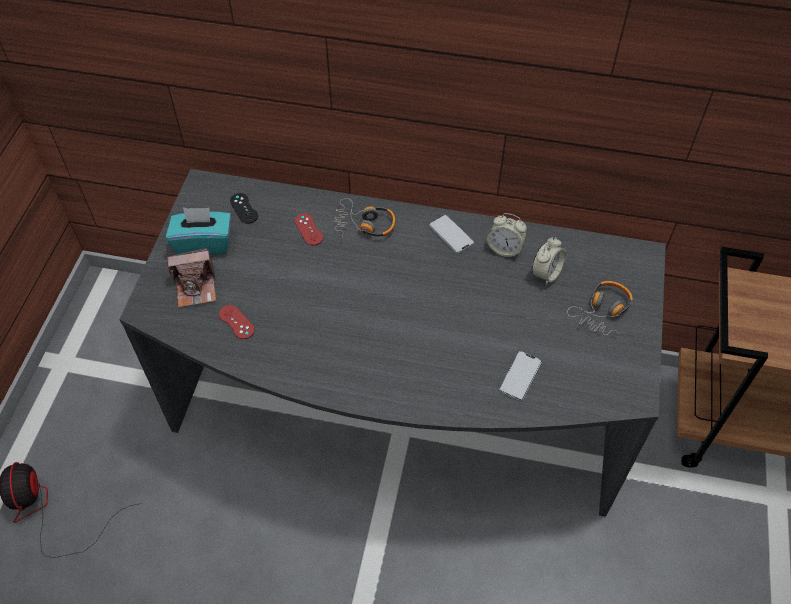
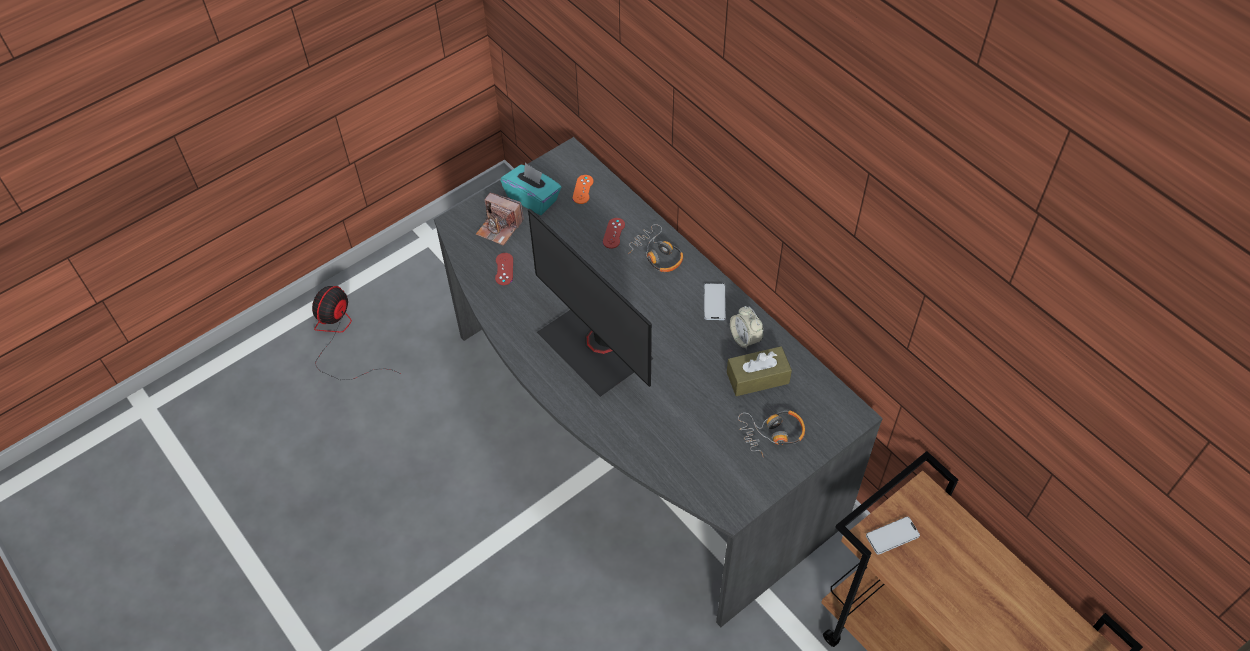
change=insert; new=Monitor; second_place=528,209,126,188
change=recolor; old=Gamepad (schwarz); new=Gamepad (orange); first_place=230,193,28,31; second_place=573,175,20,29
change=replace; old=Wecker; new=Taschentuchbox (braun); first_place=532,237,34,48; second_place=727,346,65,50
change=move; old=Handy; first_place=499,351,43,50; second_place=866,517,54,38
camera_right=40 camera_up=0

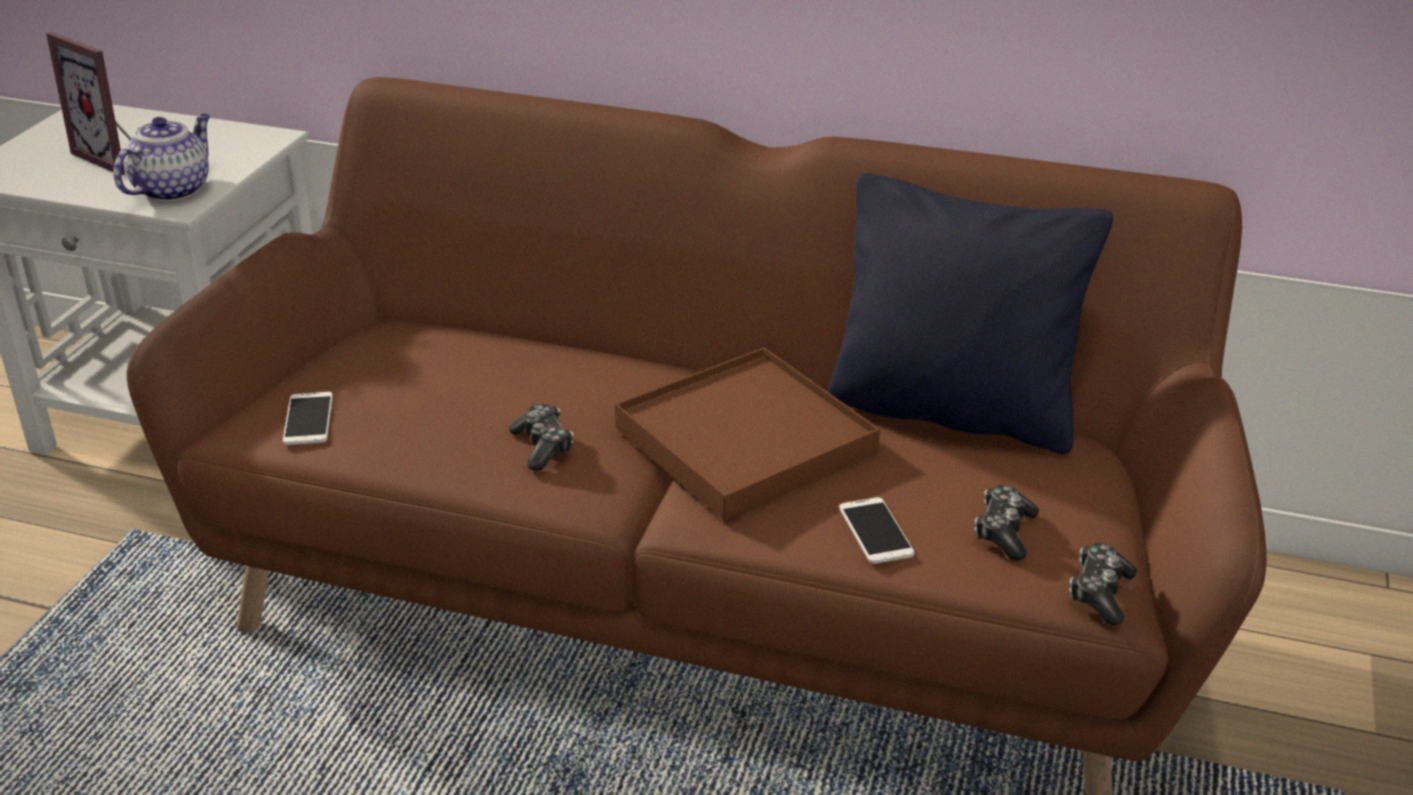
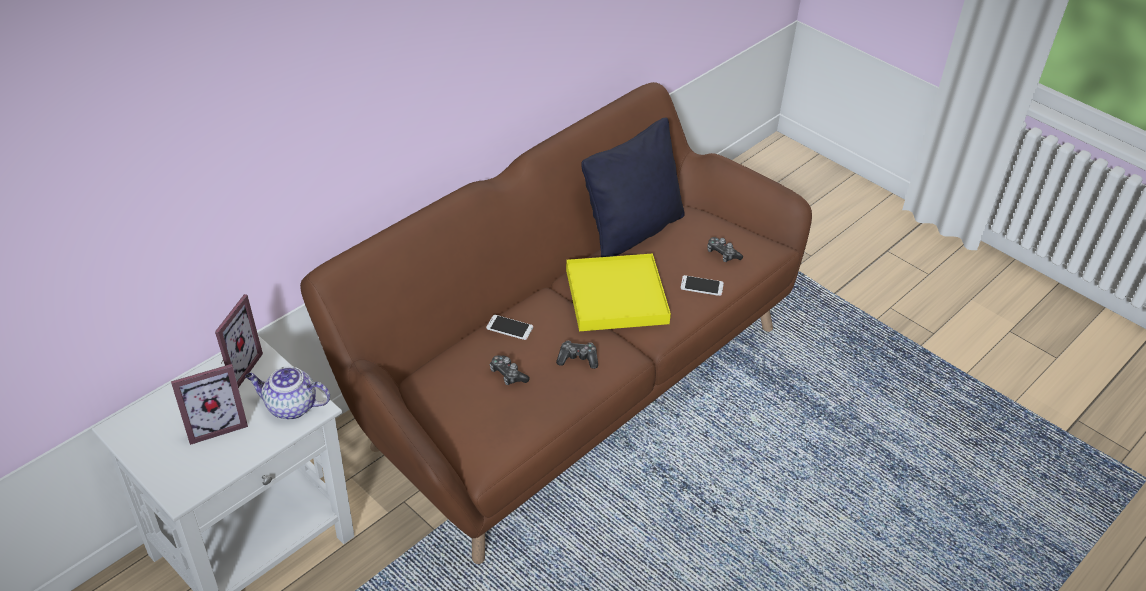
change=insert; new=Bilderrahmen; second_place=215,294,48,94
change=rotate; old=Teekanne; first_place=113,114,97,88; second_place=245,366,85,54; degrees=-45
change=move; old=Handy; first_place=283,392,50,53; second_place=486,315,47,25
change=move; old=Gamepad; first_place=1069,543,68,82; second_place=490,355,40,30
change=recolor; old=Tablett (braun); new=Tablett (gelb); first_place=615,347,265,174; second_place=566,254,105,77
camera_right=-65 camera_up=10

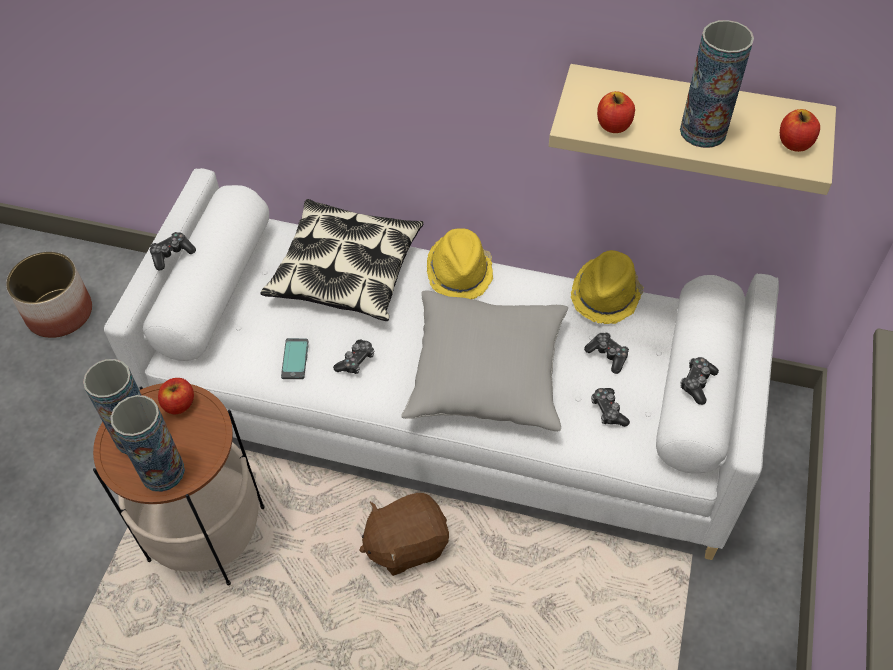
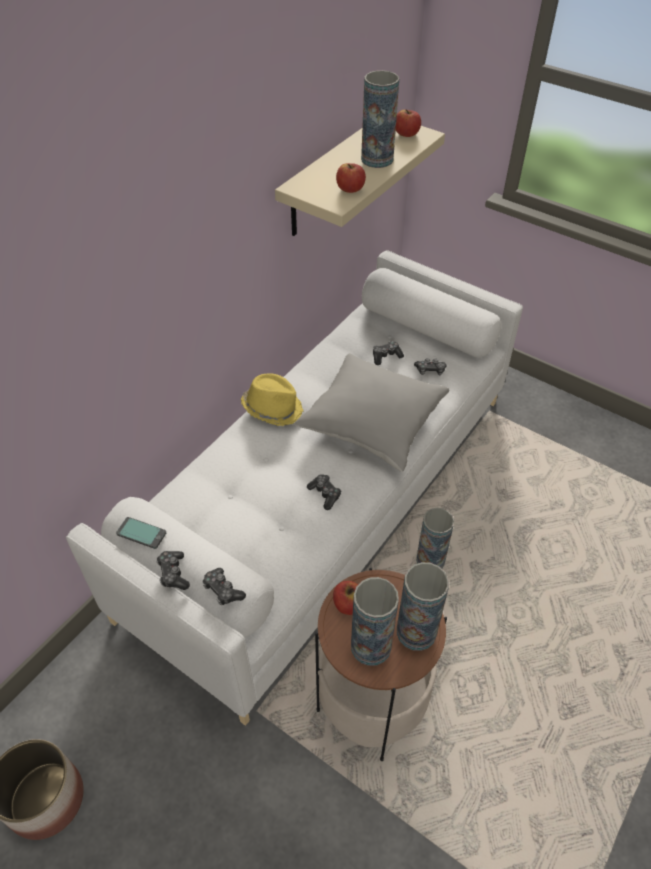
change=move; old=Handy; first_place=281,338,28,41; second_place=116,517,50,32
change=move; old=Gamepad; first_place=680,357,39,48; second_place=202,568,44,37
change=replace; old=Plüschtier (braun); new=Vase; first_place=359,493,90,83; second_place=416,508,38,61
change=delete; old=Kissen; first_place=260,199,164,122
change=delete; old=Hut (gelb); first_place=571,250,73,74
camera_right=-70 camera_up=-5

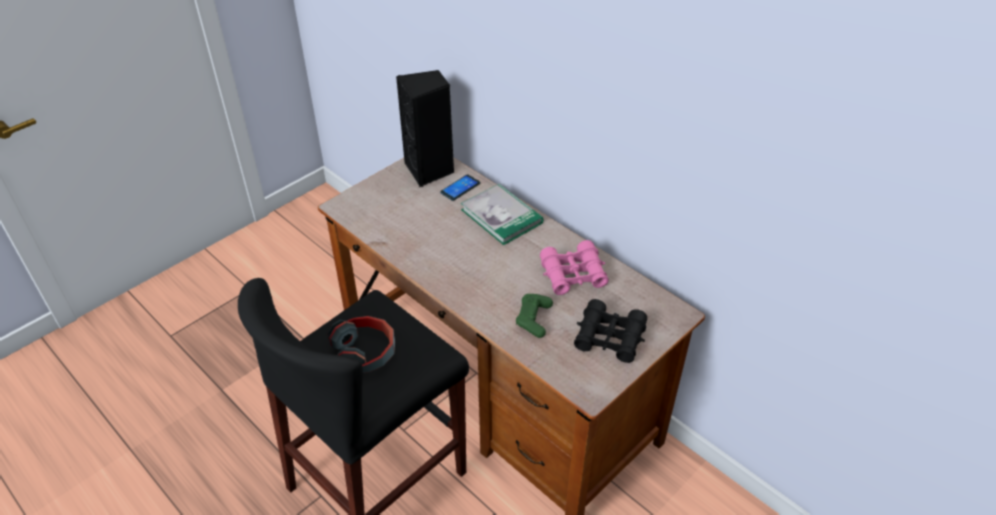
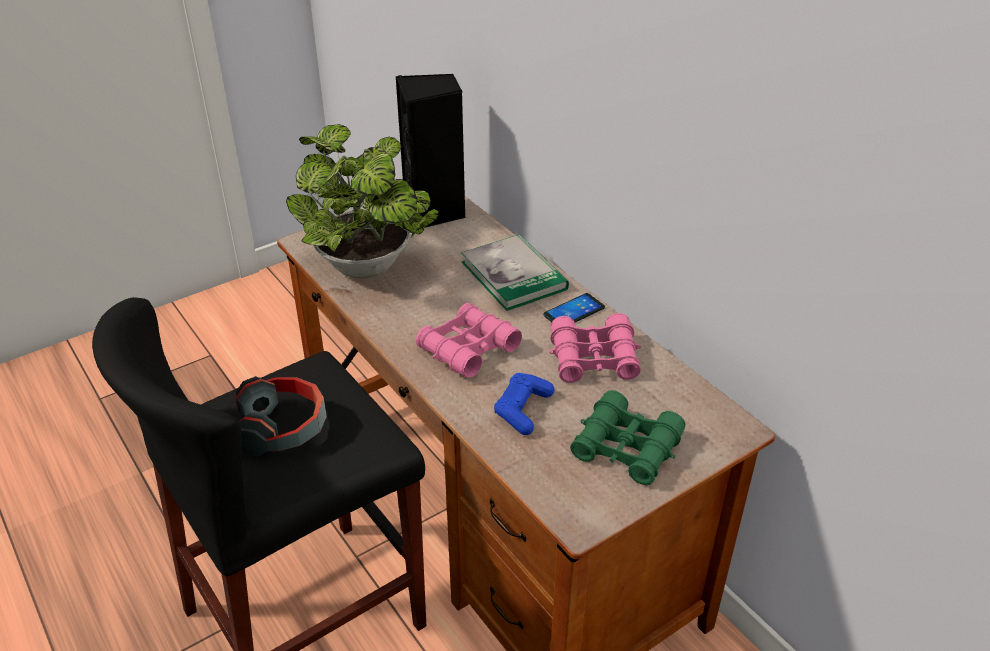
change=insert; new=Topfpflanze; second_place=286,124,153,155
change=insert; new=Fernglas (rosa); second_place=416,303,106,75
change=recolor; old=Gamepad (grün); new=Gamepad (blau); first_place=516,294,37,44; second_place=494,373,60,62
change=move; old=Handy; first_place=440,174,40,27; second_place=543,293,62,29
change=recolor; old=Fernglas (schwarz); new=Fernglas (grün); first_place=574,299,73,64; second_place=570,390,115,95
camera_right=10 camera_up=-5

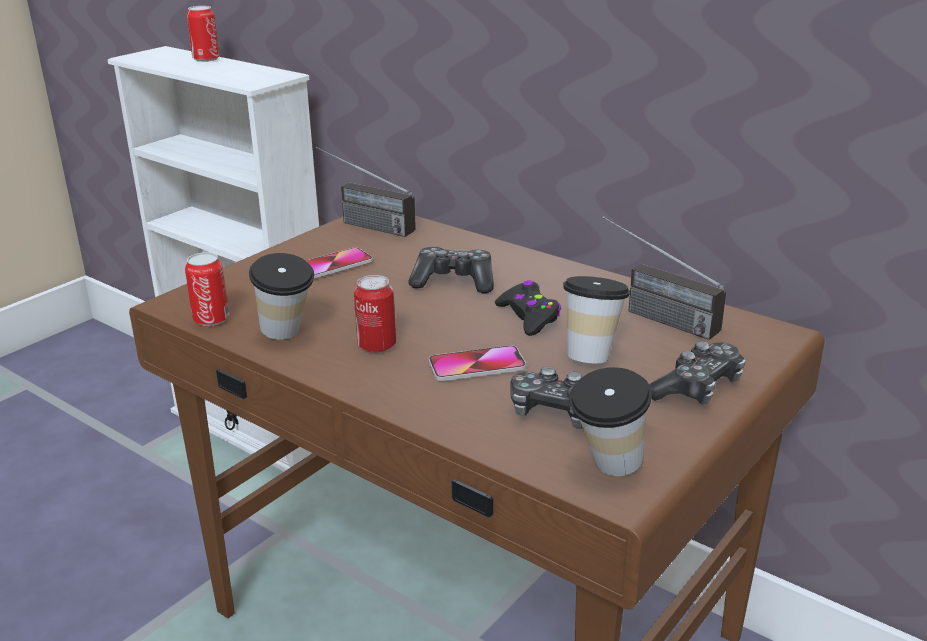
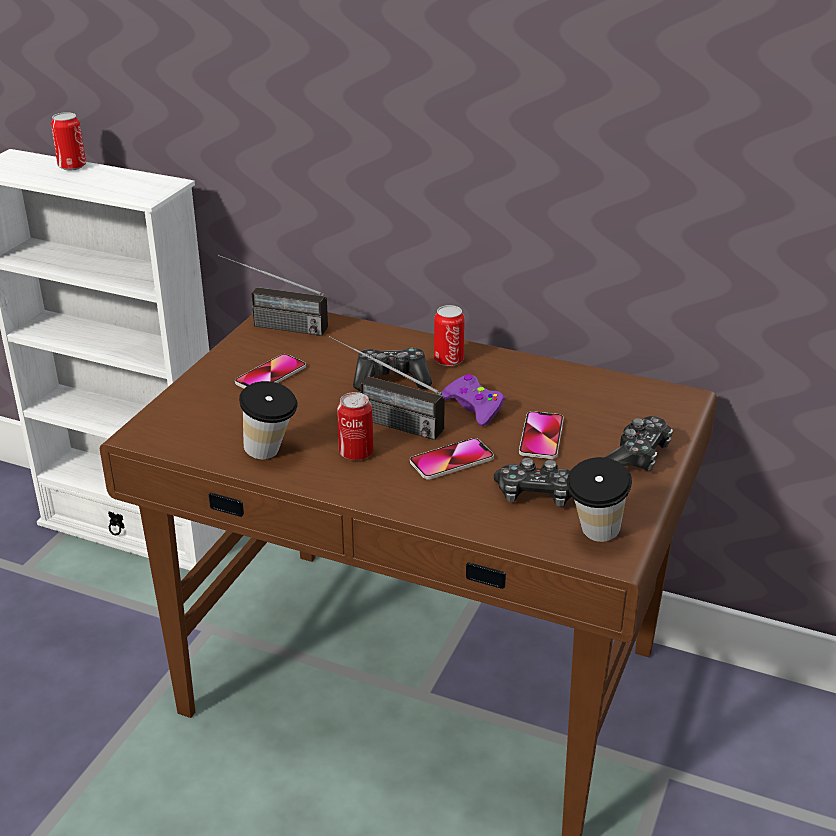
change=move; old=Radio; first_place=603,216,123,124; second_place=329,336,116,104
change=move; old=Dose; first_place=185,252,44,74; second_place=434,305,31,61
change=recolor; old=Gamepad (schwarz); new=Gamepad (lila); first_place=495,280,66,56; second_place=442,374,63,52
change=replace; old=Tasse; new=Handy; first_place=563,276,67,87; second_place=519,411,45,48
camera_right=-15 camera_up=5

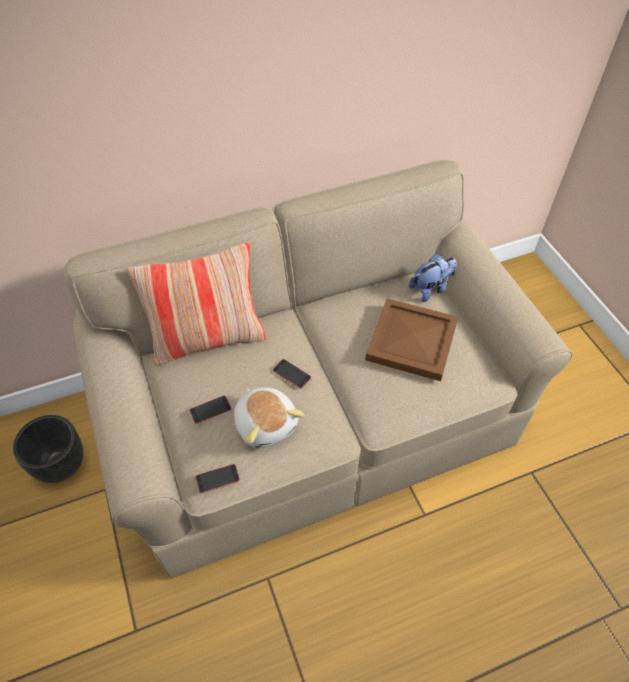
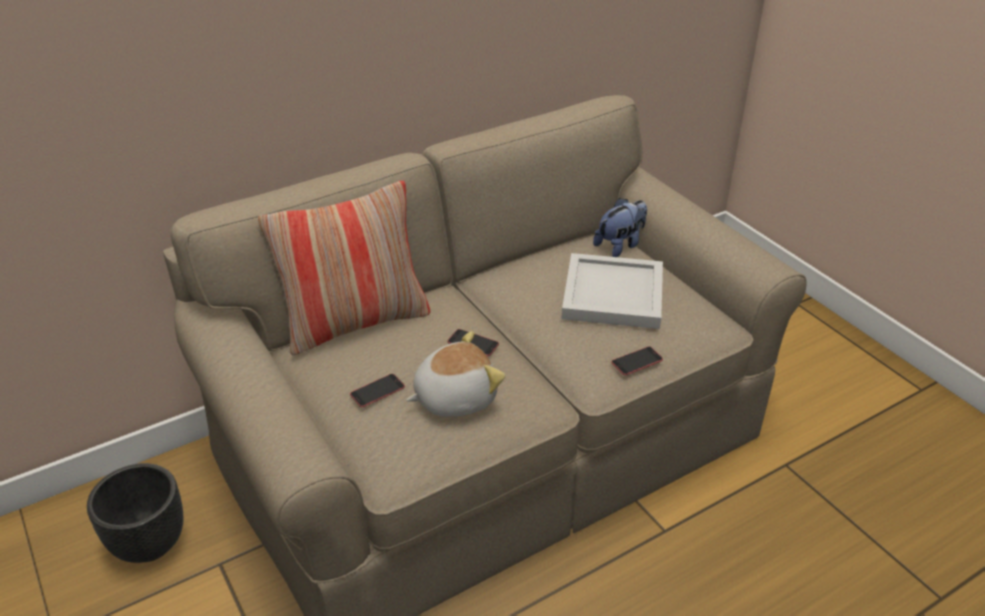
change=rotate; old=Plüschtier; first_place=234,387,70,61; second_place=406,331,99,86; degrees=-75
change=recolor; old=Tablett (braun); new=Tablett (weiß); first_place=365,298,93,83; second_place=561,253,102,76
change=move; old=Handy; first_place=196,464,44,29; second_place=611,346,52,29
camera_right=-10 camera_up=-15

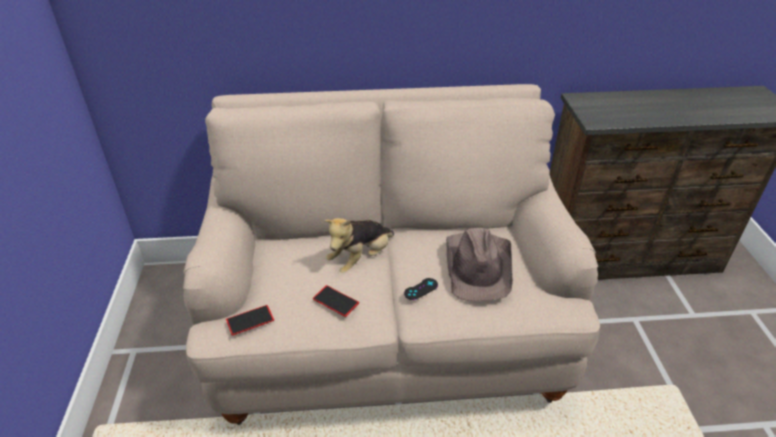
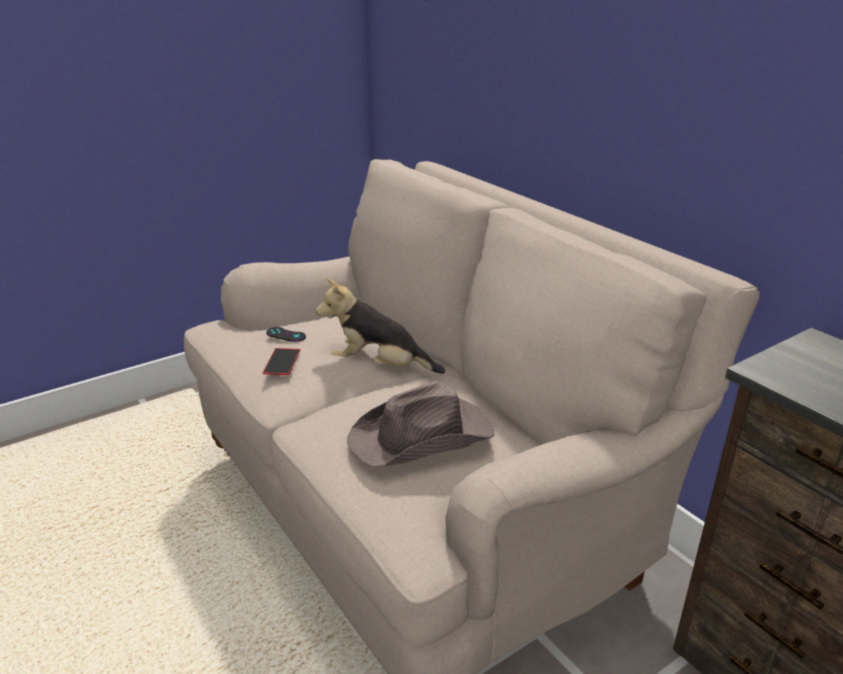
change=move; old=Gamepad (schwarz); first_place=404,278,34,22; second_place=266,327,40,15
change=delete; old=Handy; first_place=226,305,48,30
camera_right=60 camera_up=-10

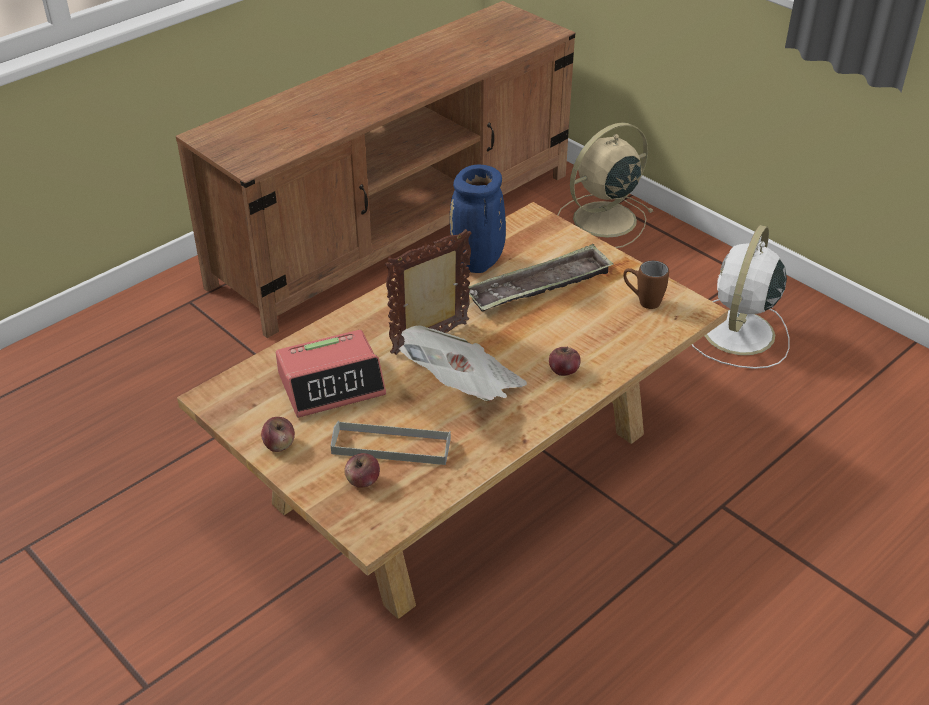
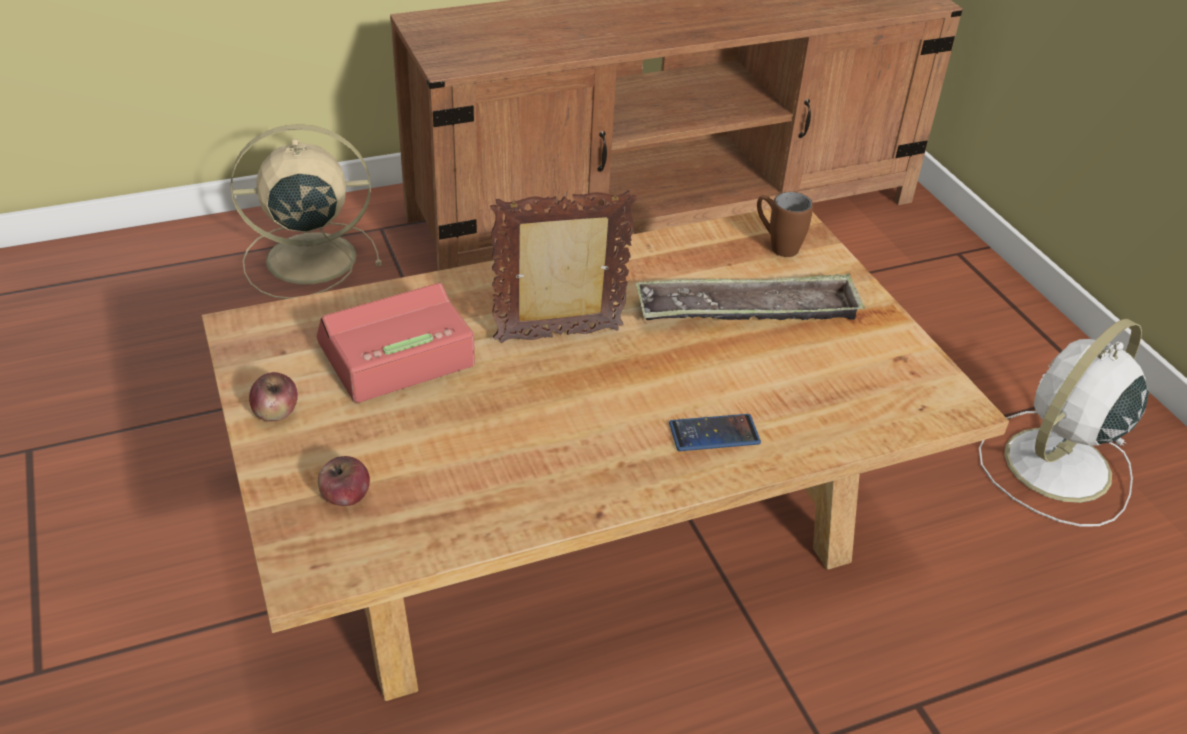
change=move; old=Ventilator (beige); first_place=558,122,96,126; second_place=231,124,151,175
change=rotate; old=Wecker; first_place=276,330,110,88; second_place=317,283,158,120; degrees=150
change=replace; old=Apfel; new=Handy; first_place=549,346,32,30; second_place=669,414,92,37
change=move; old=Henkelbecher (braun); first_place=623,260,46,49; second_place=757,192,56,65
change=delete; old=Tablett (grau); first_place=331,421,120,44
change=delete; old=Zeitung; first_place=399,325,128,76
change=delete; old=Vase (blau); first_place=450,165,56,108
camera_right=20 camera_up=0

